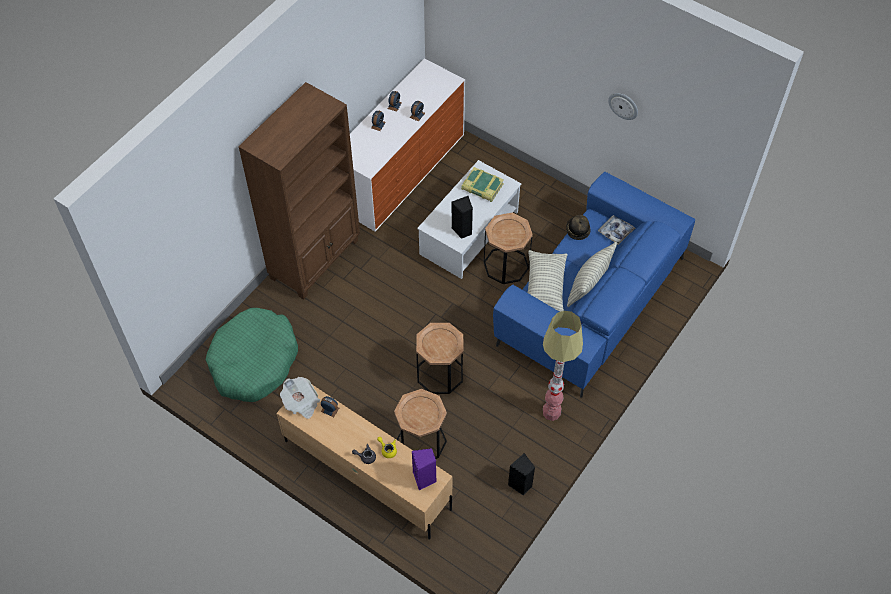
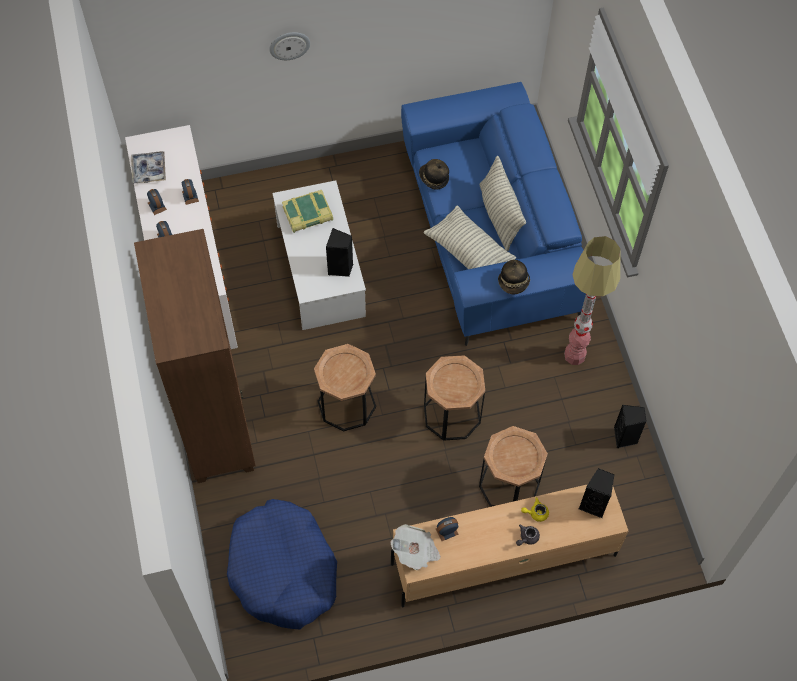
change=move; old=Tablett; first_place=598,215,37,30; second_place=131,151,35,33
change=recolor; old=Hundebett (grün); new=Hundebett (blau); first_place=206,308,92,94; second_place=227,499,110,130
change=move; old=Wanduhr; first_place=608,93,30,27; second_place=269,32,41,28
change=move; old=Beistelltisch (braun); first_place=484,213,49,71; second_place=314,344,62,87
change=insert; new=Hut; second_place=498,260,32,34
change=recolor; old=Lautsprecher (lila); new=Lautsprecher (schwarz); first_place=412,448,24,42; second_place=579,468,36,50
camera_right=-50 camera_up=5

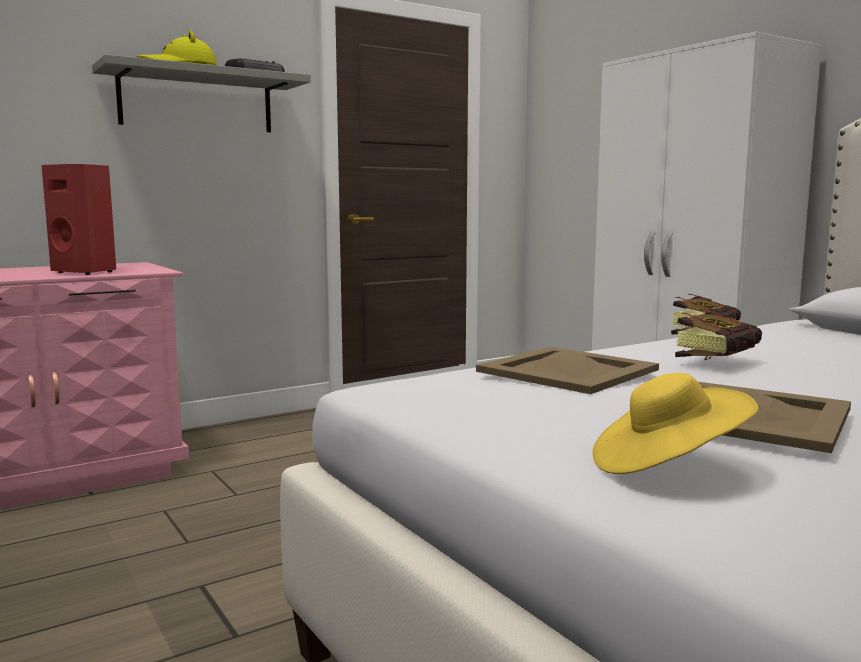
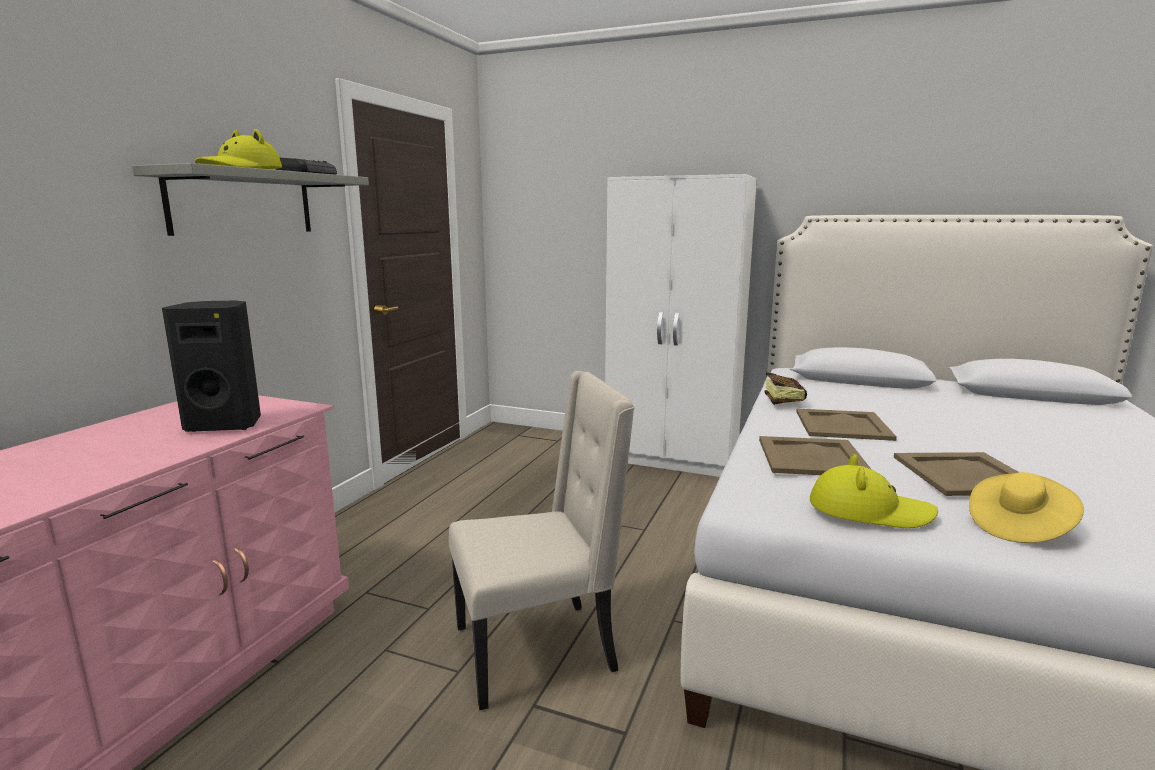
change=recolor; old=Lautsprecher (rot); new=Lautsprecher (schwarz); first_place=42,164,74,111; second_place=162,301,99,131
change=insert; new=Stuhl (beige); second_place=449,371,186,339
change=replace; old=Buch; new=Tablett (beige); first_place=675,309,87,51; second_place=796,409,101,32
change=insert; new=Hut (gelb); second_place=810,454,128,74
camera_right=-35 camera_up=5

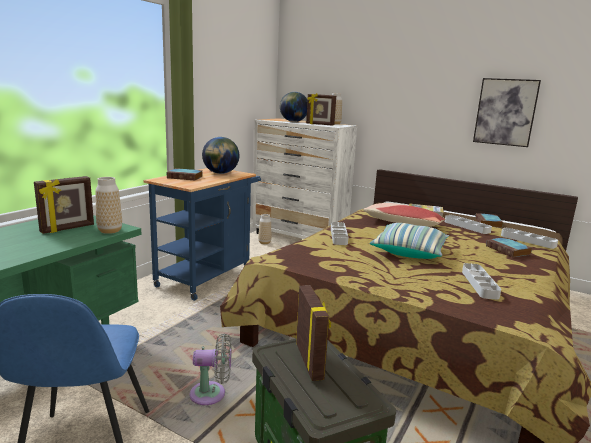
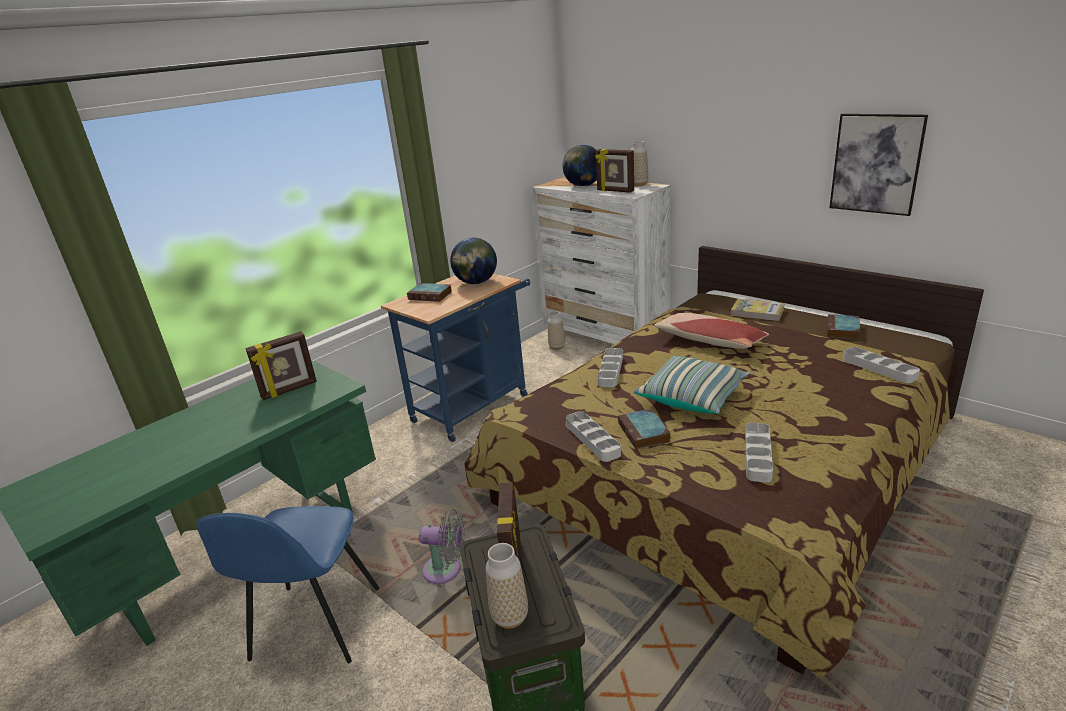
change=move; old=Vase; first_place=96,177,26,57; second_place=486,543,42,86
change=move; old=Tablett (grau); first_place=445,215,47,19; second_place=566,411,55,51
change=move; old=Buch; first_place=486,237,46,20; second_place=618,409,53,40
camera_right=15 camera_up=10

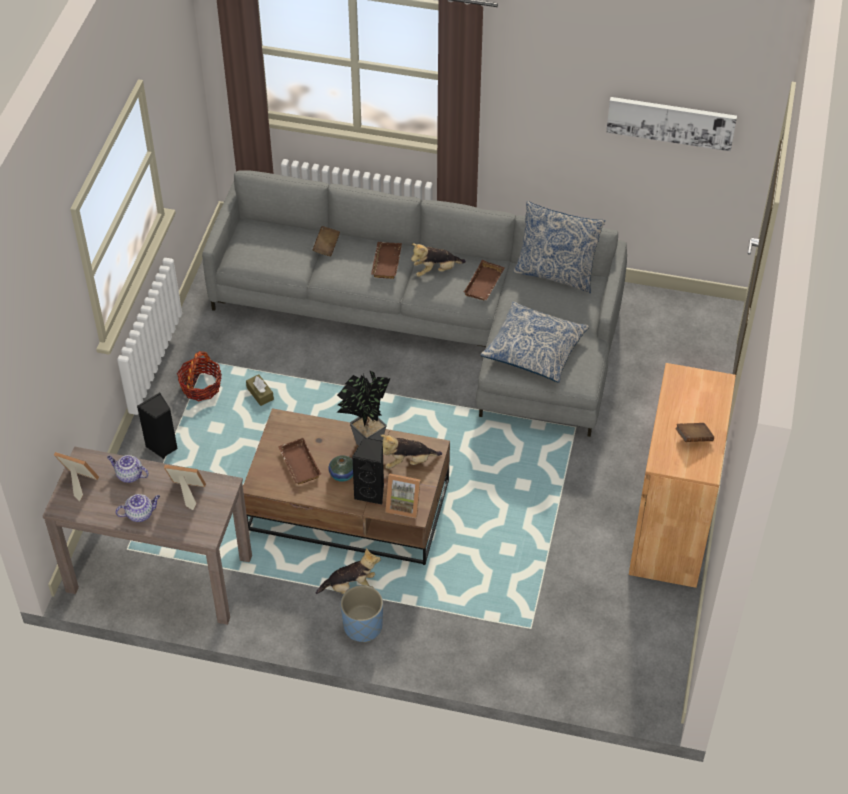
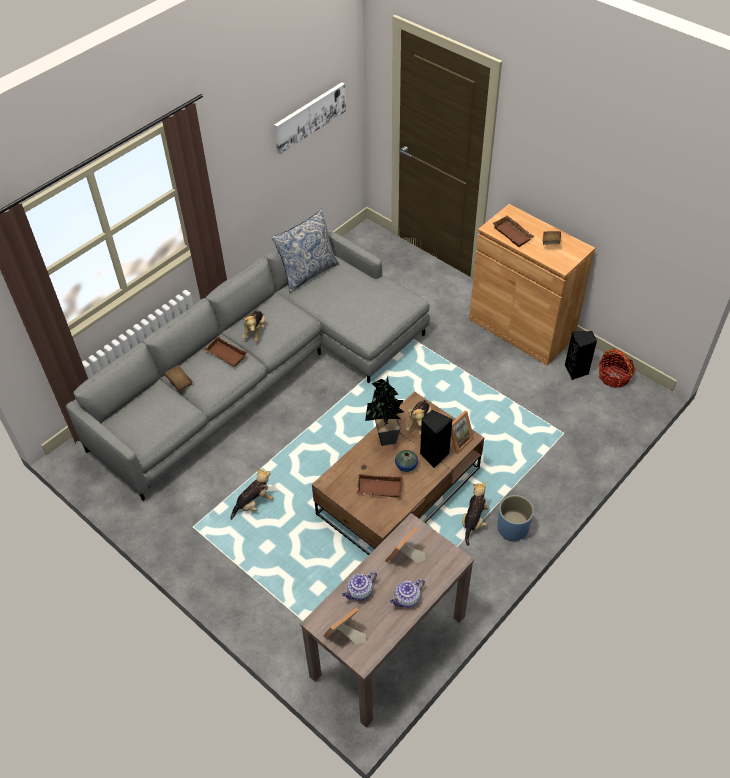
change=replace; old=Taschentuchbox (braun); new=Plüschtier; first_place=246,374,28,32; second_place=230,468,43,52
change=rotate; old=Teekanne; first_place=116,494,44,28; second_place=390,579,35,29; degrees=-135
change=move; old=Tablett (braun); first_place=464,260,41,40; second_place=493,215,42,32
change=move; old=Lautsprecher (schwarz); first_place=137,392,41,67; second_place=565,331,32,49
change=move; old=Korb; first_place=177,351,45,50; second_place=599,348,36,40
change=delete; old=Kissen; first_place=480,302,109,81
camera_right=-60 camera_up=0

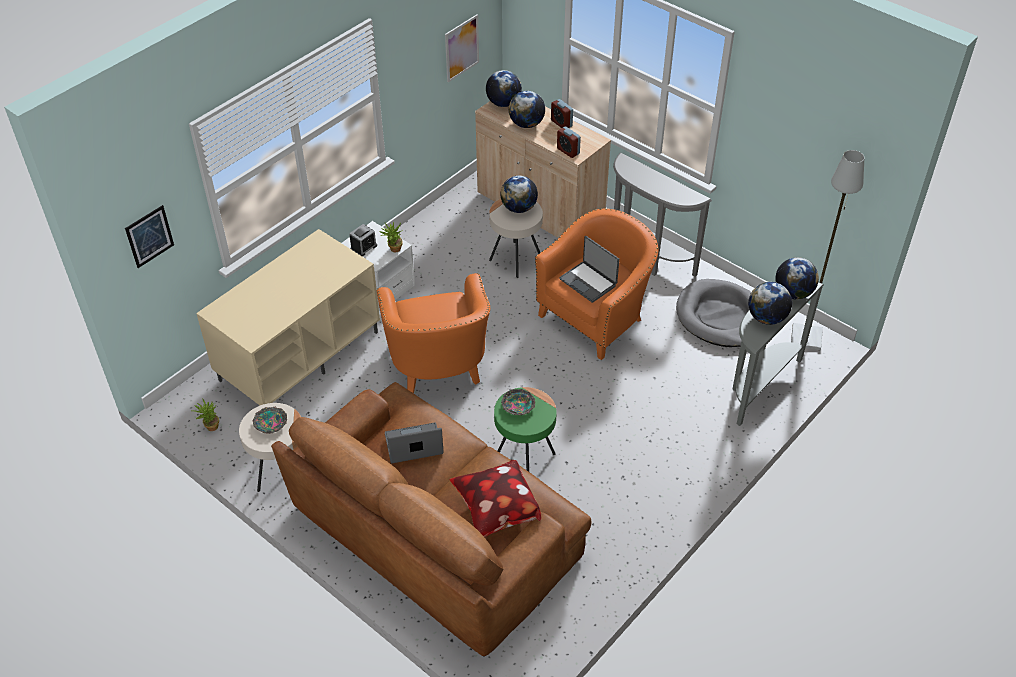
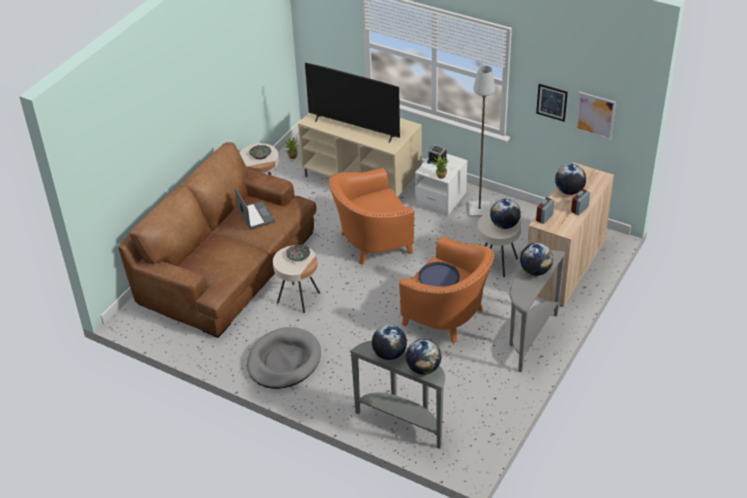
change=move; old=Hundebett (grau); first_place=676,279,75,68; second_place=247,327,74,62
change=recolor; old=Beistelltisch (grün); new=Beistelltisch (beige); first_place=494,387,63,85; second_place=273,245,47,68
change=insert; new=Fernseher; second_place=305,63,95,80
change=replace; old=Laptop; new=Tablett (blau); first_place=559,236,60,67; second_place=418,262,42,25
change=move; old=Stehlampe (grau); first_place=791,150,73,200; second_place=469,65,26,152
change=move; old=Globus; first_place=486,70,36,37; second_place=520,243,33,33
change=move; old=Bild; first_place=125,205,49,63; second_place=536,84,32,38
change=delete; old=Kissen; first_place=450,460,91,77
camera_right=80 camera_up=-5

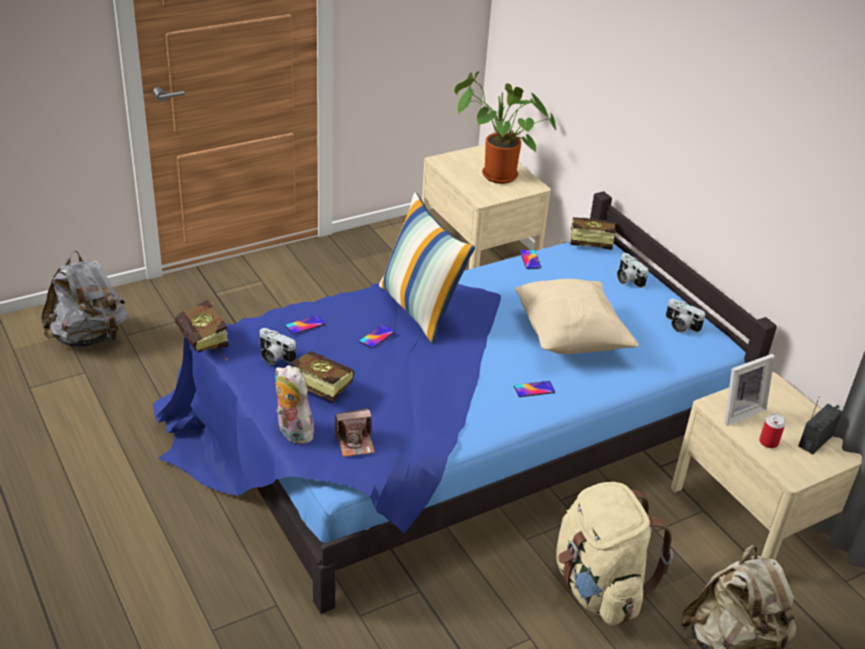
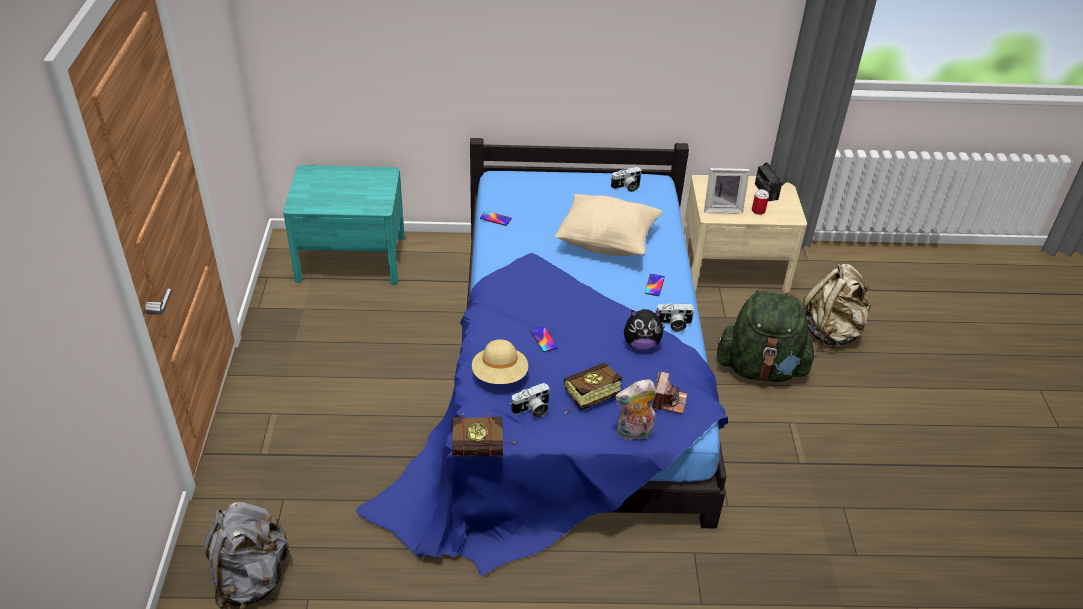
change=recolor; old=Nachttisch (beige); new=Nachttisch (türkis); first_place=422,144,129,125; second_place=283,165,122,120
change=replace; old=Handy; new=Hut (beige); first_place=285,315,40,20; second_place=472,339,56,45
change=insert; new=Plüschtier; second_place=624,309,41,41
change=move; old=Kamera; first_place=617,253,31,35; second_place=655,303,40,29
change=rotate; old=Bilderrahmen; first_place=724,354,51,72; second_place=704,168,46,45; degrees=90
change=recolor; old=Rucksack (beige); new=Rucksack (grün); first_place=556,482,117,143; second_place=717,290,100,92
change=delete; old=Kissen; first_place=379,192,96,152
change=delete; old=Topfpflanze; first_place=454,71,102,113
change=delete; old=Buch; first_place=559,217,57,33
camera_right=-60 camera_up=5

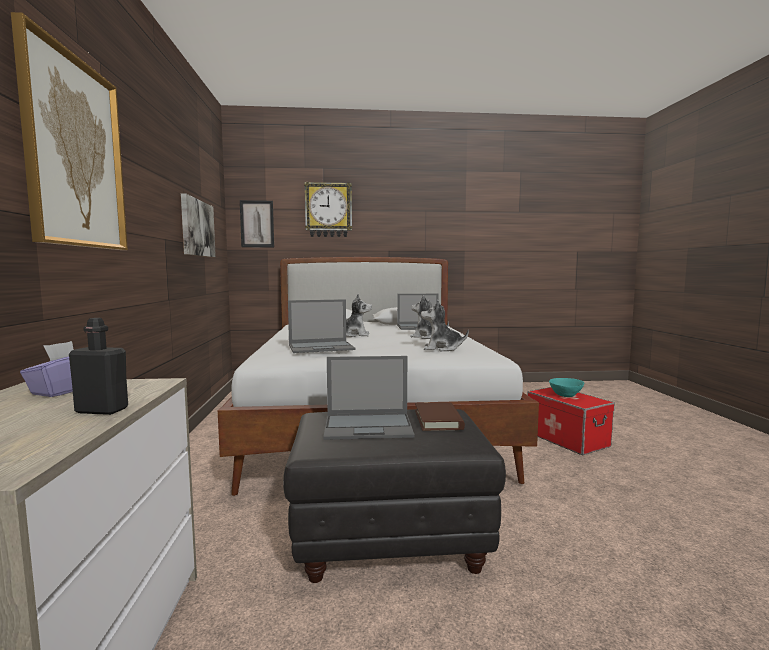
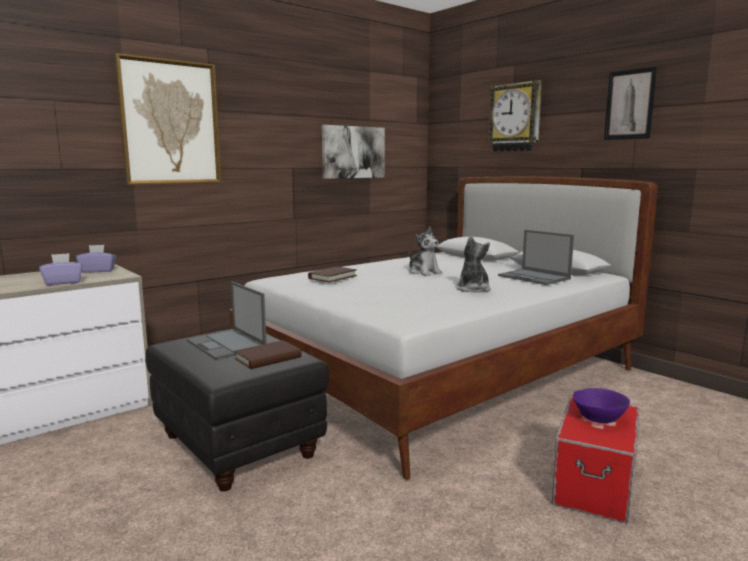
change=replace; old=Flasche (schwarz); new=Taschentuchbox (lila); first_place=69,318,59,97; second_place=39,253,43,32
change=replace; old=Laptop; new=Buch (braun); first_place=288,299,67,54; second_place=308,267,49,15
change=recolor; old=Schüssel (türkis); new=Schüssel (lila); first_place=549,378,35,19; second_place=573,388,57,35
change=move; old=Bild; first_place=240,200,34,47; second_place=604,66,53,74
change=delete; old=Plüschtier; first_place=421,299,48,52
camera_right=55 camera_up=5

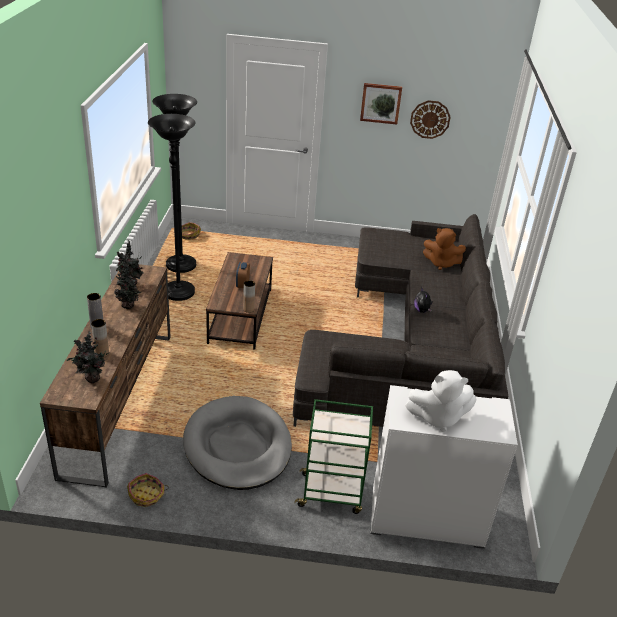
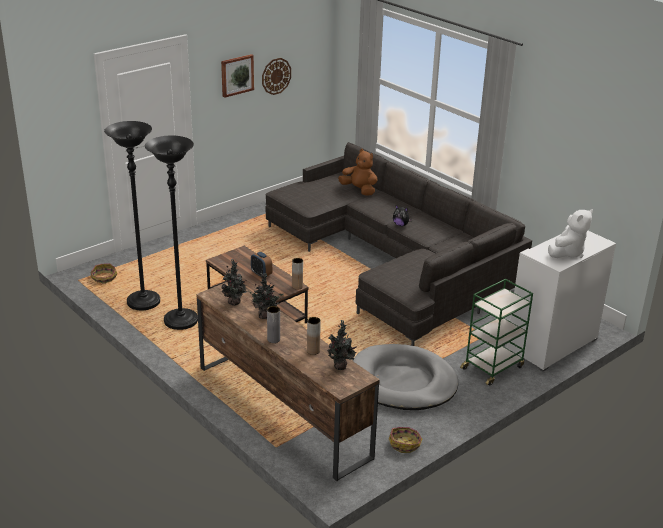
change=rotate; old=Plüschtier (braun); first_place=423,228,43,42; second_place=338,149,40,47; degrees=-120
camera_right=-45 camera_up=-5

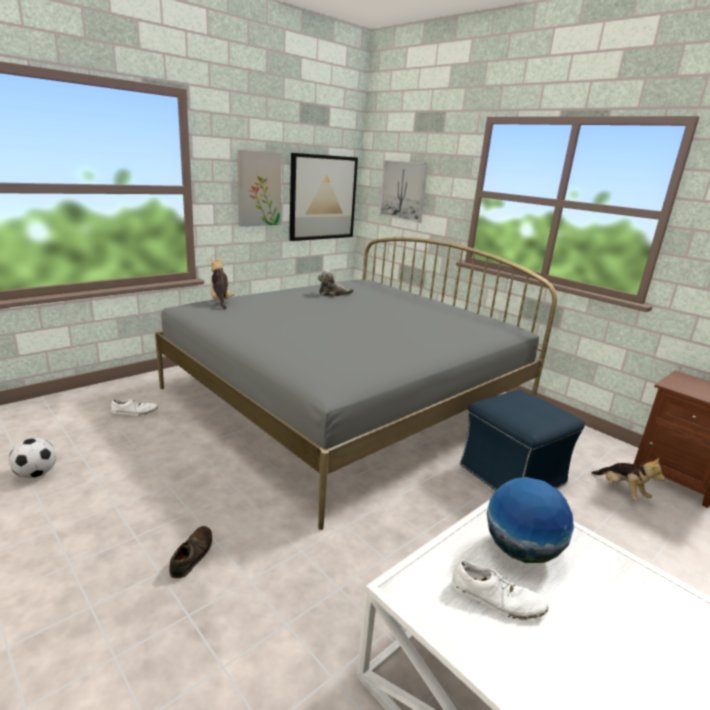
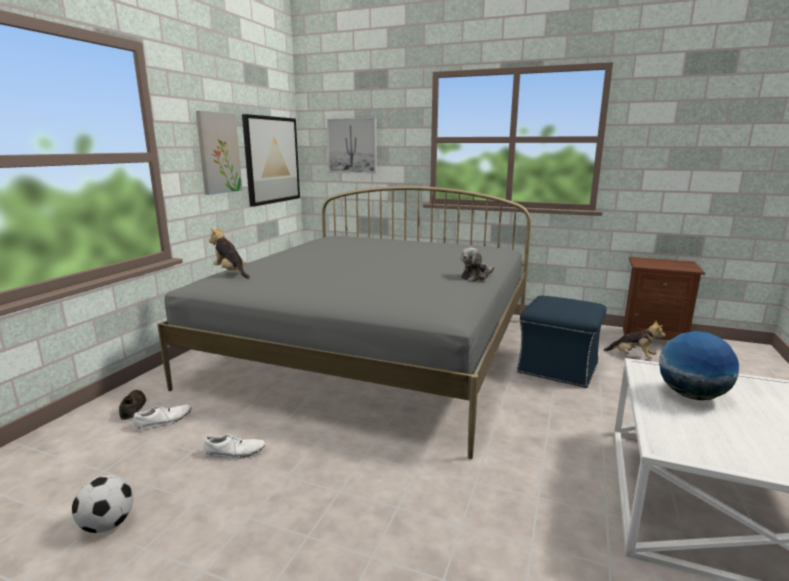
change=move; old=Schuh (braun); first_place=169,526,43,52; second_place=119,390,27,30
change=move; old=Schuh (weiß); first_place=452,560,97,60; second_place=203,434,63,25
change=move; old=Plüschtier; first_place=318,270,36,27; second_place=460,248,34,33
camera_right=-25 camera_up=-5

